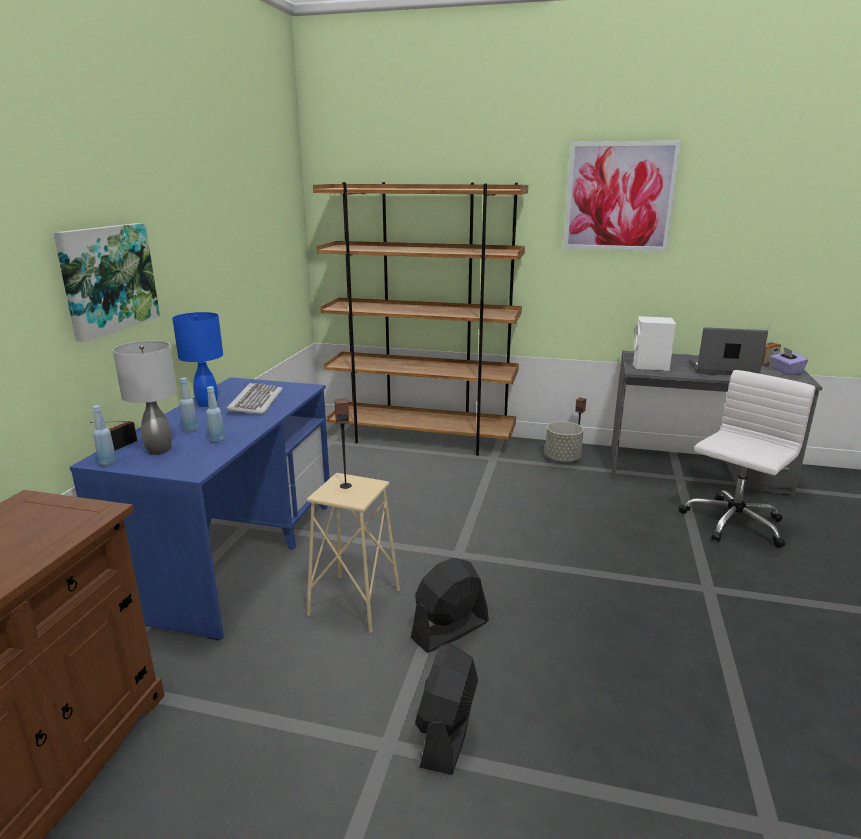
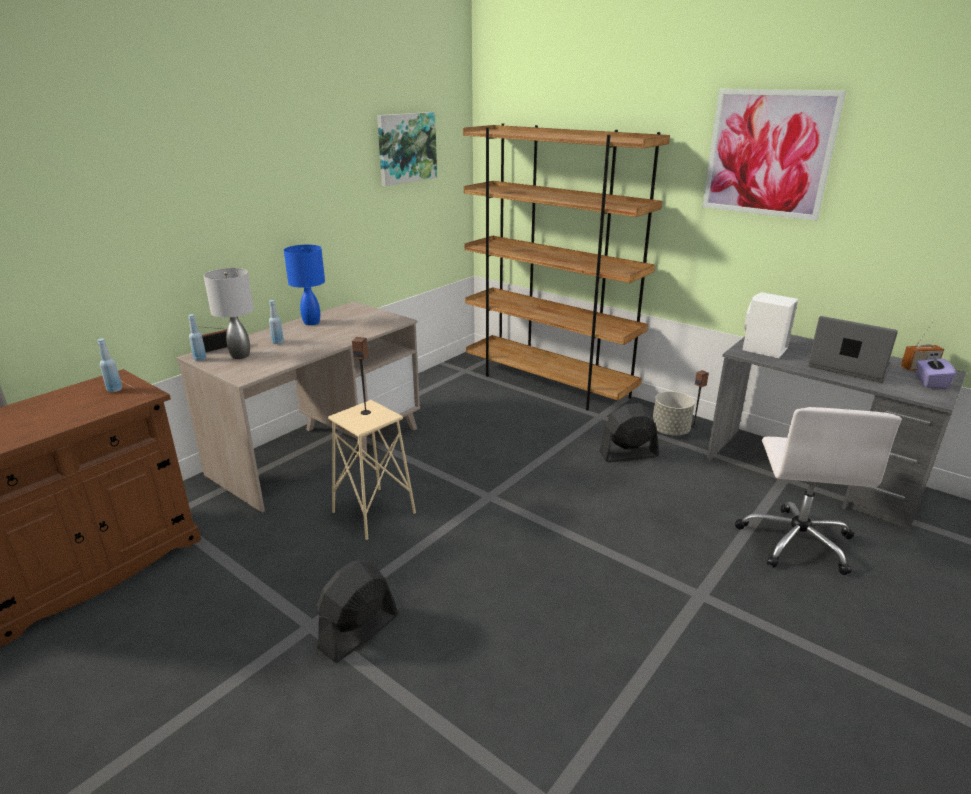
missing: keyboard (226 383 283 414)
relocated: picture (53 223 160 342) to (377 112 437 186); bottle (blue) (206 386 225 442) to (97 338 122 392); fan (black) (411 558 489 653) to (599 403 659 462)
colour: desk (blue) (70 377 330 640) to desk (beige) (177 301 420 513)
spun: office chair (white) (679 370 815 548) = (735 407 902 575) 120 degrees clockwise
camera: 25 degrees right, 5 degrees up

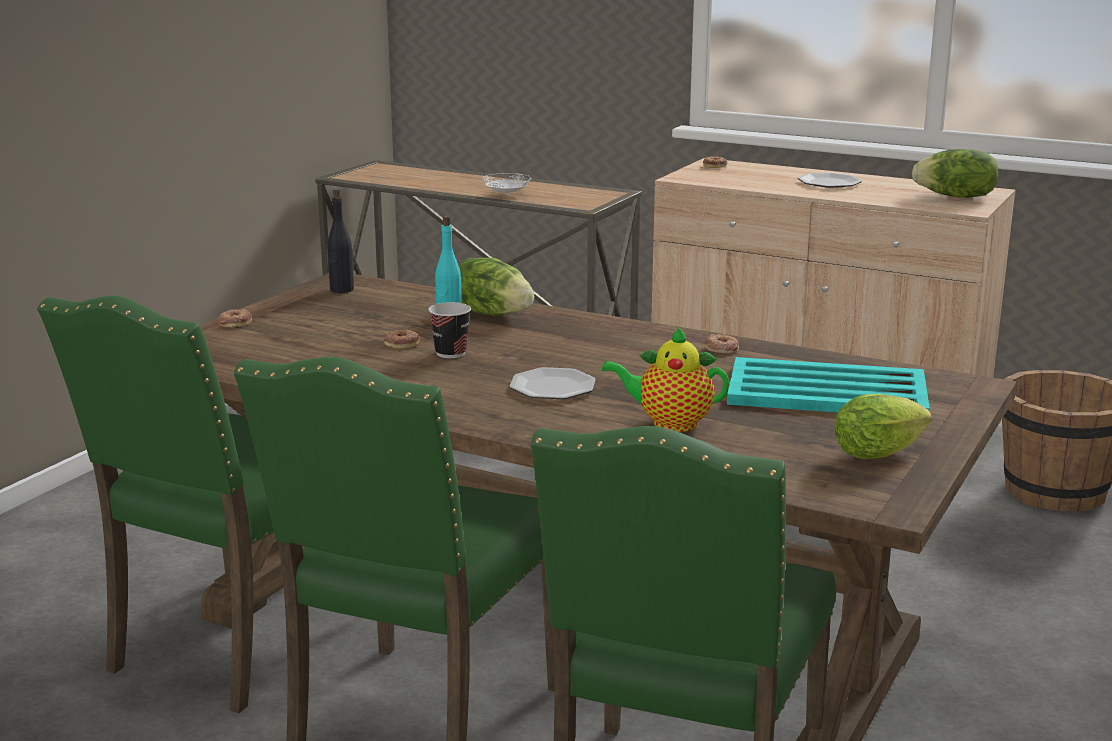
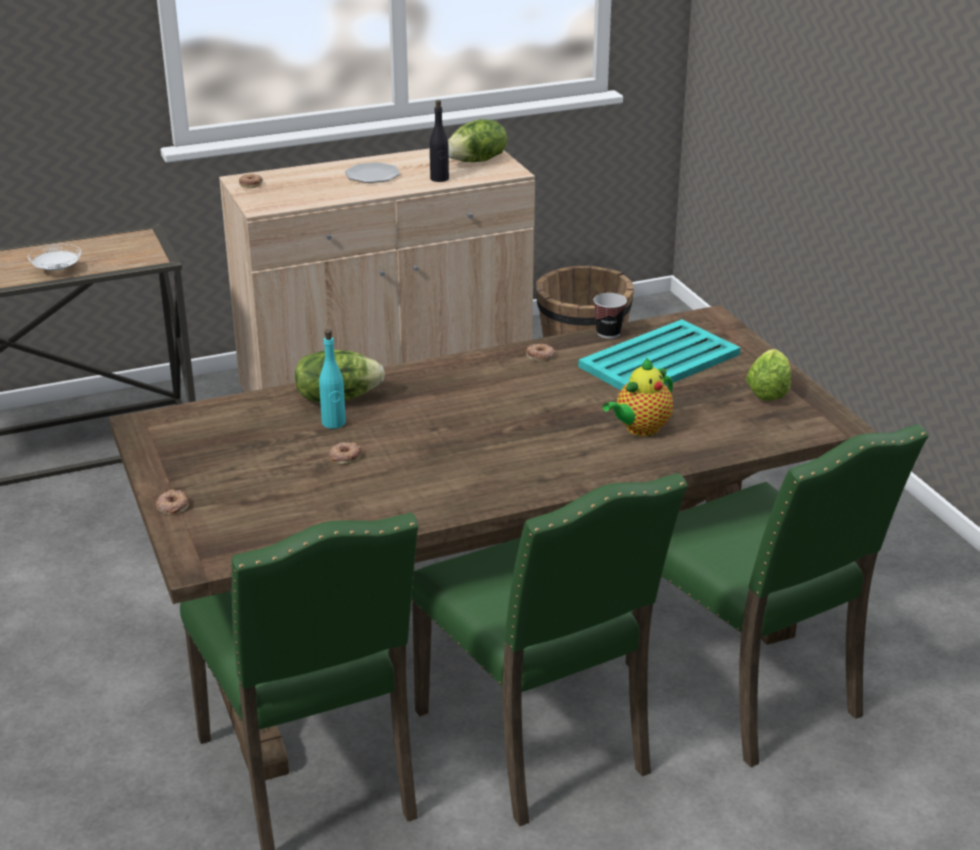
missing: plate (510 367 596 399)
relocated: bottle (black) (327 189 354 293) to (430 100 449 182); cup (428 302 471 358) to (593 293 627 339)
camera: 50 degrees left, 10 degrees up

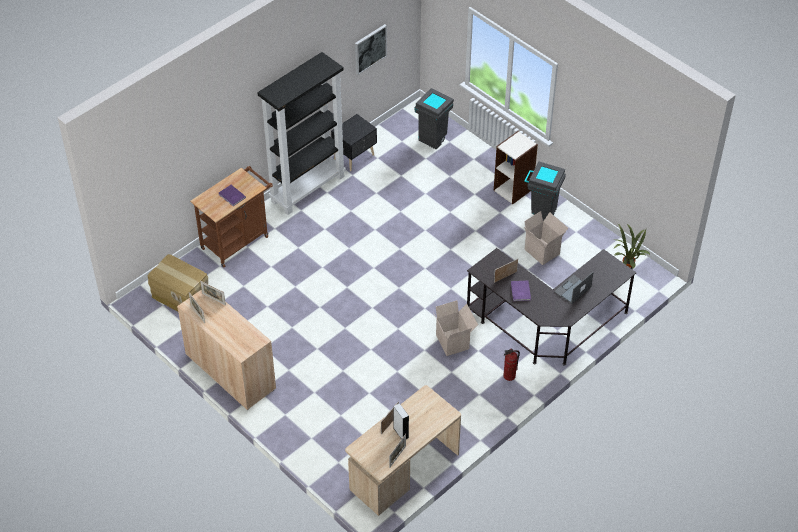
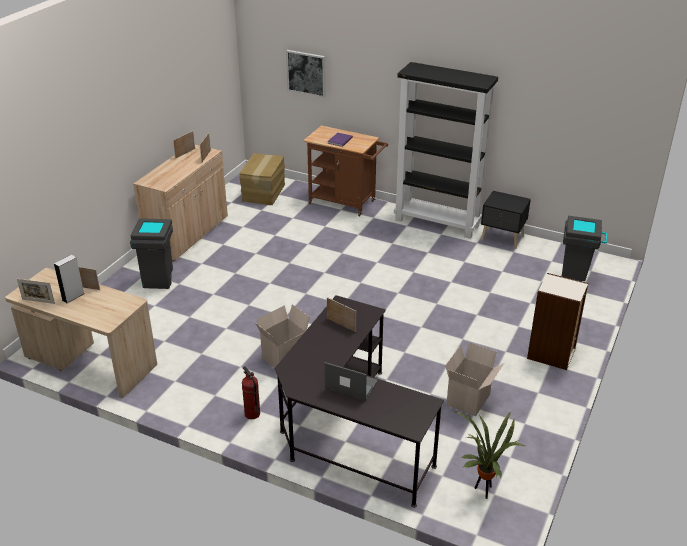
missing: book (purple) (511 281 531 301)
relocated: picture (355 24 387 75) to (286 50 326 98); trash can (grey) (524 161 566 221) to (130 218 173 289)
camera: 70 degrees right, 15 degrees down

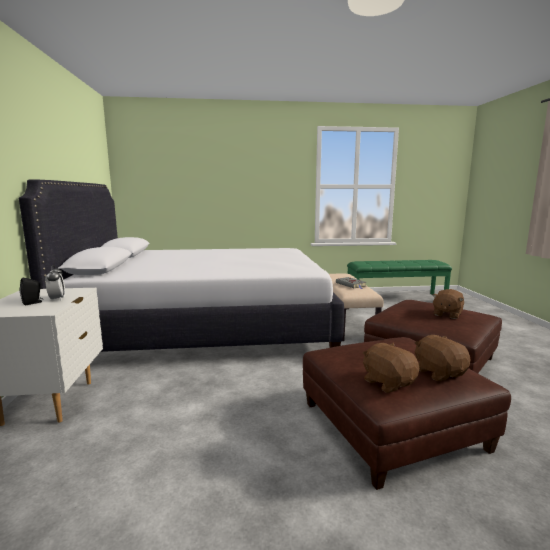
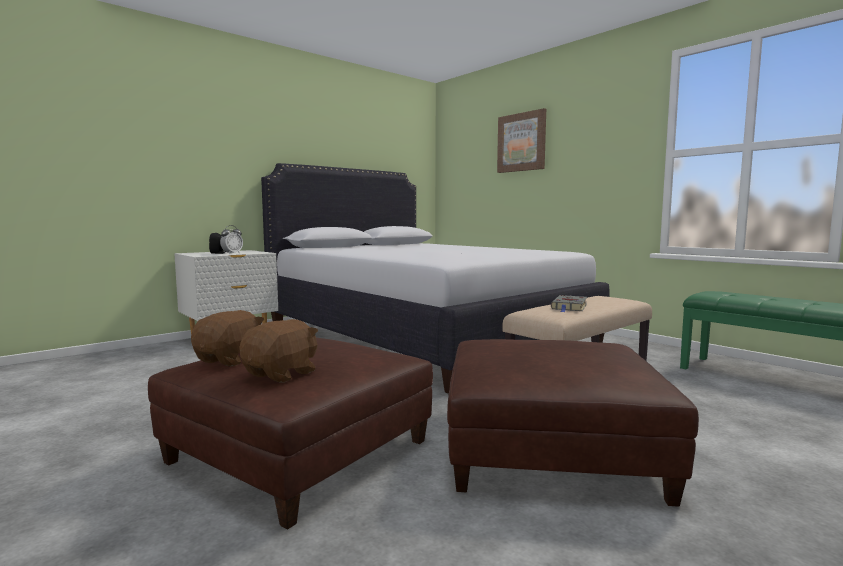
missing: plush toy (brown) (432 289 464 319)
appeared: picture (497 108 546 173)
camera: 55 degrees right, 5 degrees down

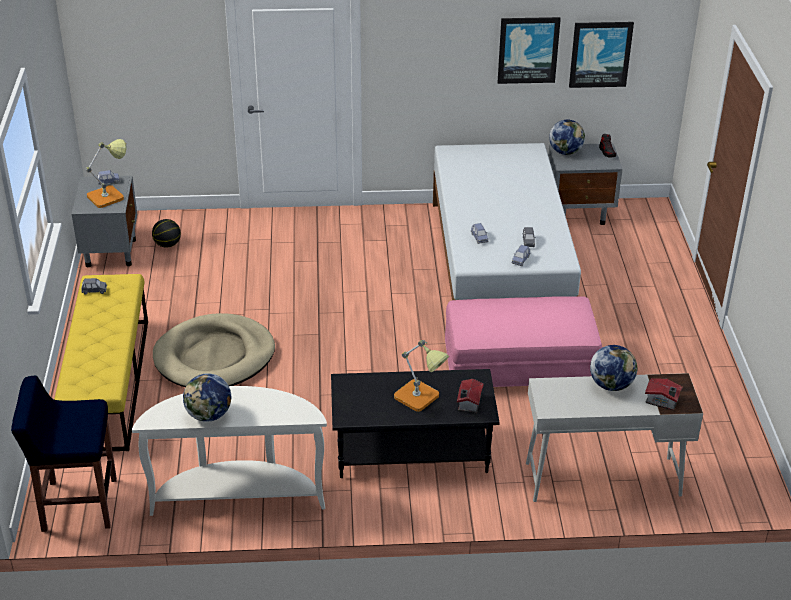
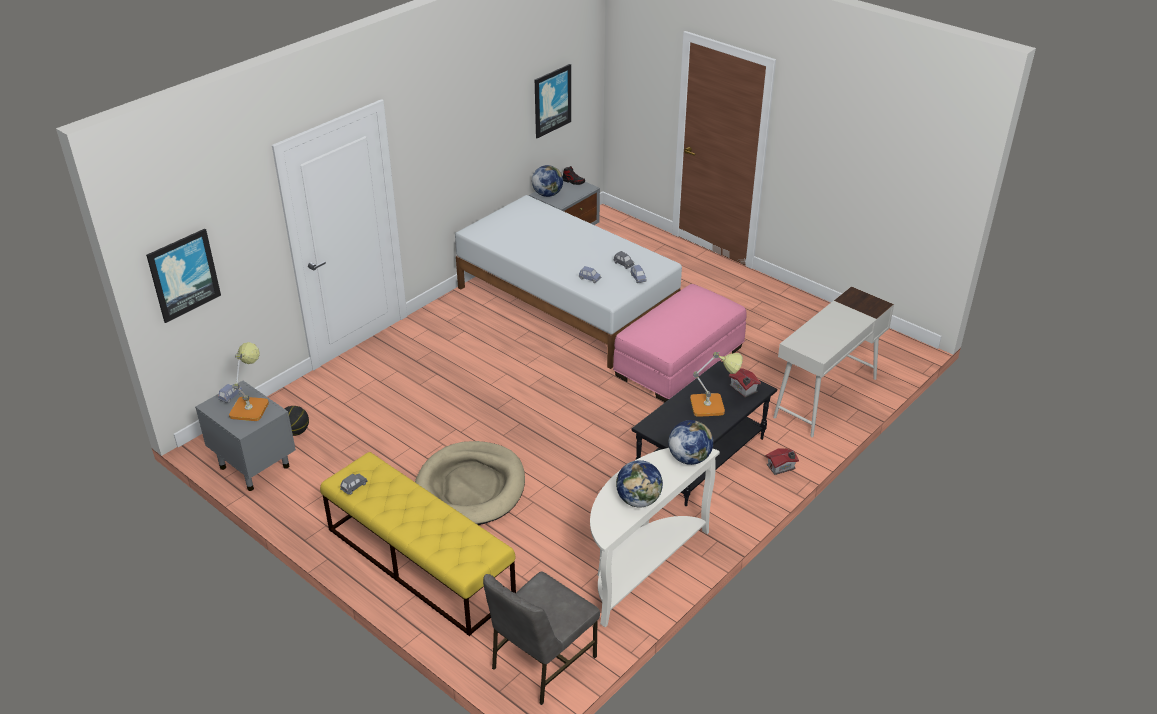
relocated: picture (497 17 561 84) to (146 229 221 323); globe (590 345 637 391) to (668 420 713 465); toy house (645 378 683 410) to (765 448 799 475)
exchanged: stool (blue) (11 376 117 532) to chair (grey) (483 571 600 705)
camera: 45 degrees left, 0 degrees up

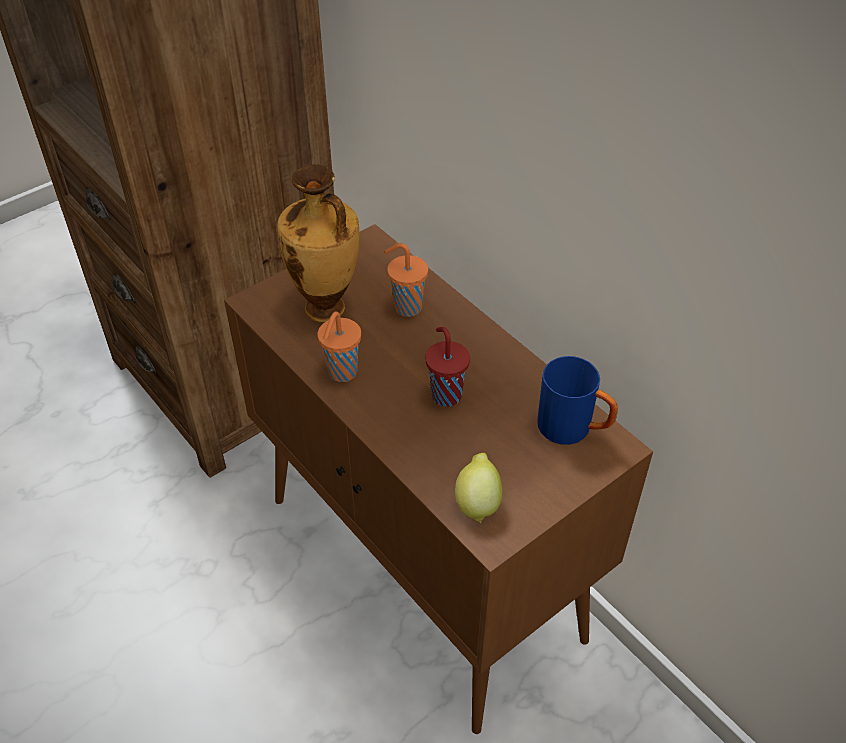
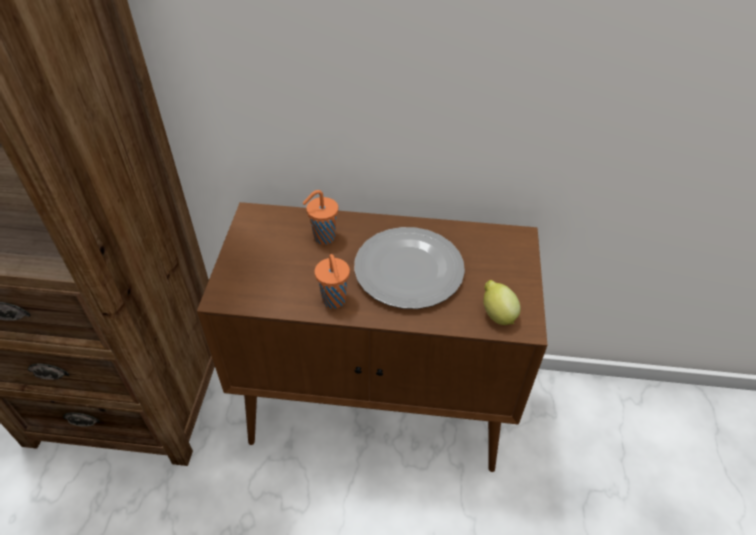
missing: vase (277 164 360 322); mug (blue) (537 356 618 445)
exchanged: cup (red) (425 327 470 407) to plate (354 227 465 309)
camera: 45 degrees left, 0 degrees up

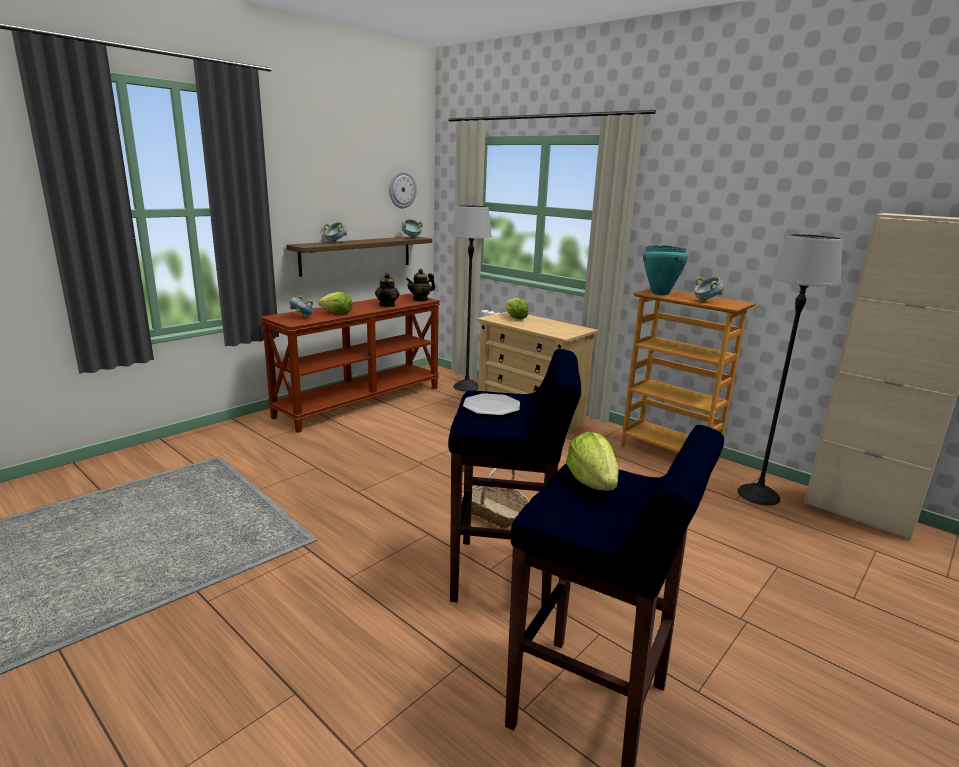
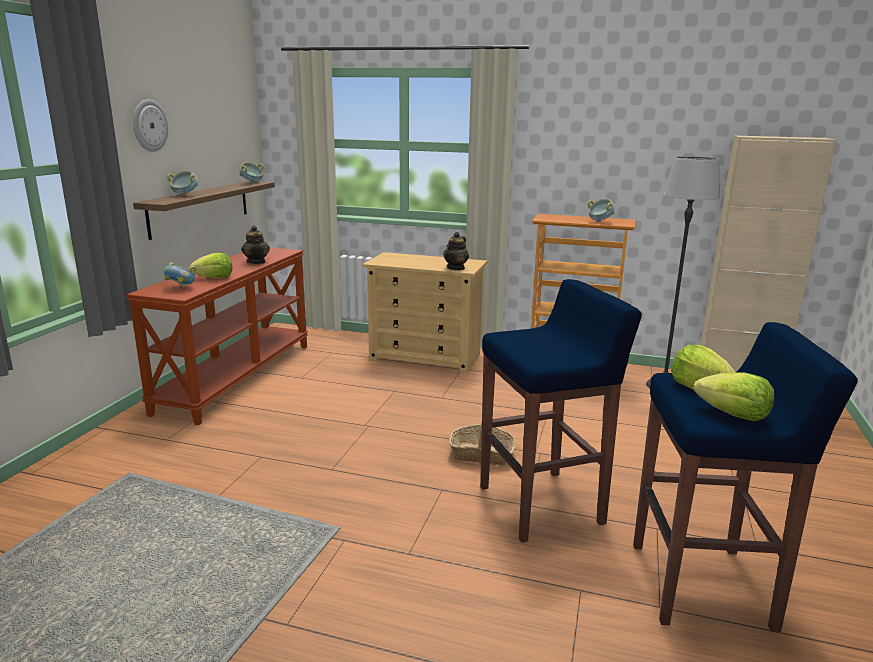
missing: floor lamp (451 205 492 392); plate (463 393 520 416); cooking pot (turquoise) (643 245 688 295)
relocated: wall clock (389 171 417 208) to (133 99 168 152); teapot (406 269 435 301) to (443 232 469 270); lettuce (505 298 529 320) to (693 372 774 421)
camera: 25 degrees left, 0 degrees up

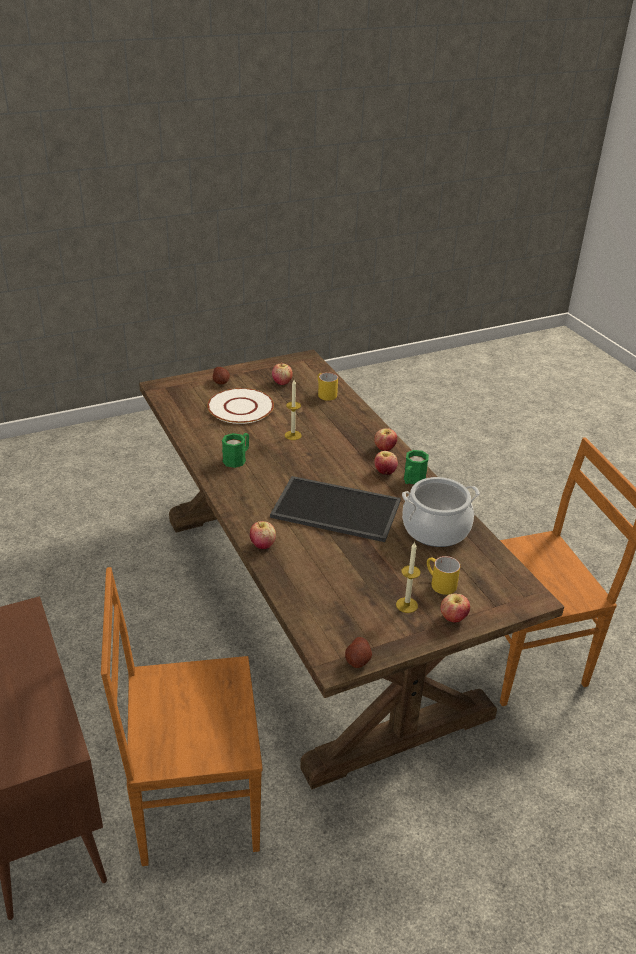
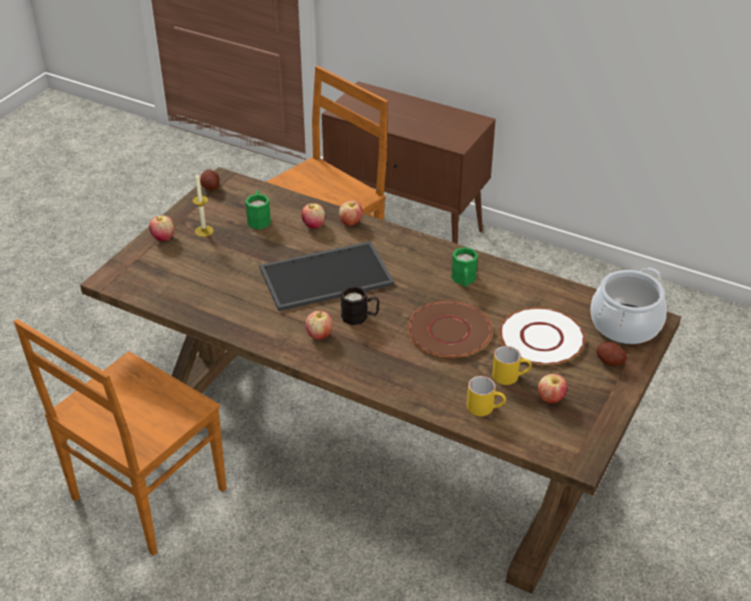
appeared: mug (black) (341 286 379 325)
relocated: apple (374 428 397 451) to (301 203 325 229); cooking pot (402 477 480 547) to (590 267 667 344); mug (green) (404 450 429 484) to (245 191 271 230); mug (yellow) (427 556 460 595) to (492 346 532 385)
exchanged: candle (285 380 302 440) to plate (brown) (408 301 492 358)
camera: 145 degrees right, 5 degrees up

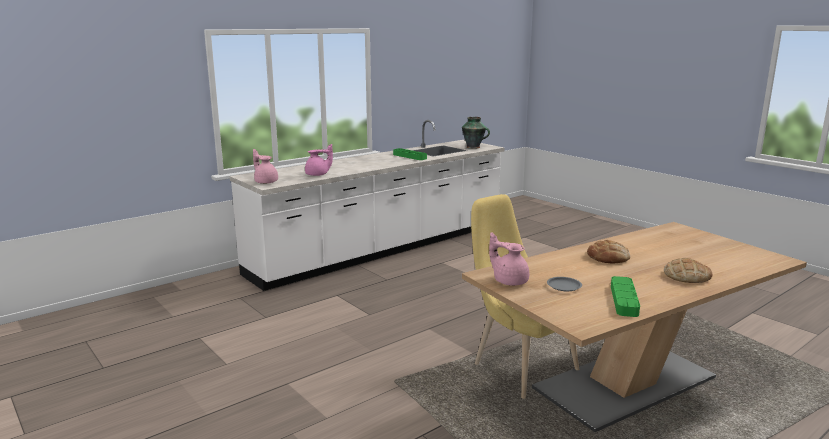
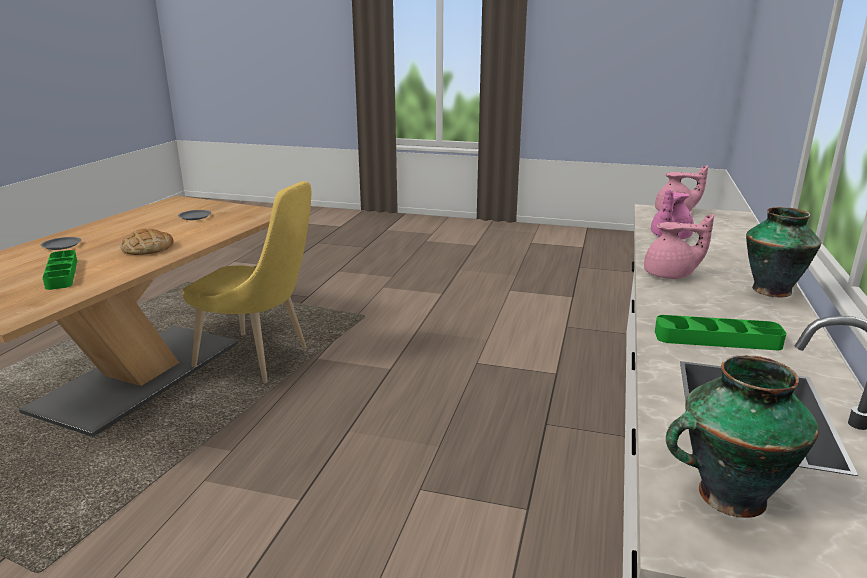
appeared: vase (746 207 821 297)
relocated: teapot (pink) (489 232 529 286) to (644 214 714 279); tray (green) (611 276 640 317) to (42 250 77 290)
exchanged: bread (664 258 713 283) to plate (grey) (41 237 81 250)
camera: 145 degrees right, 5 degrees up

